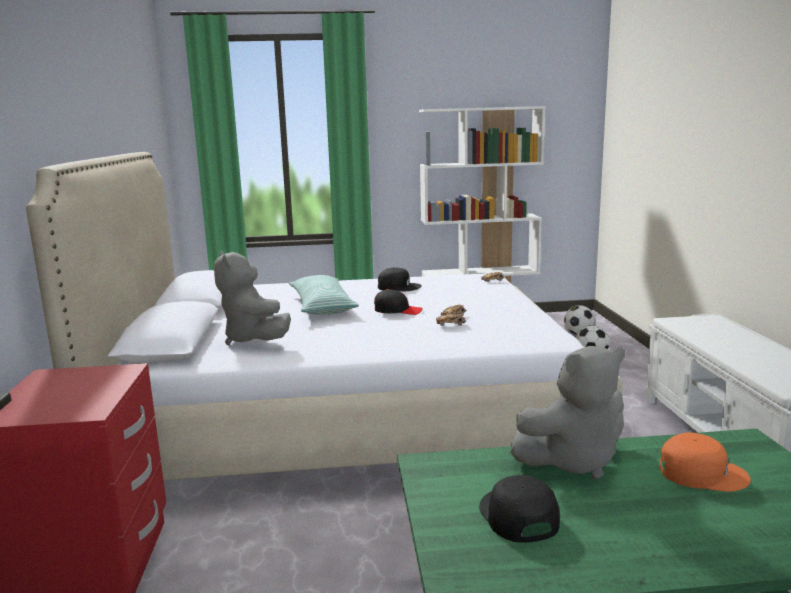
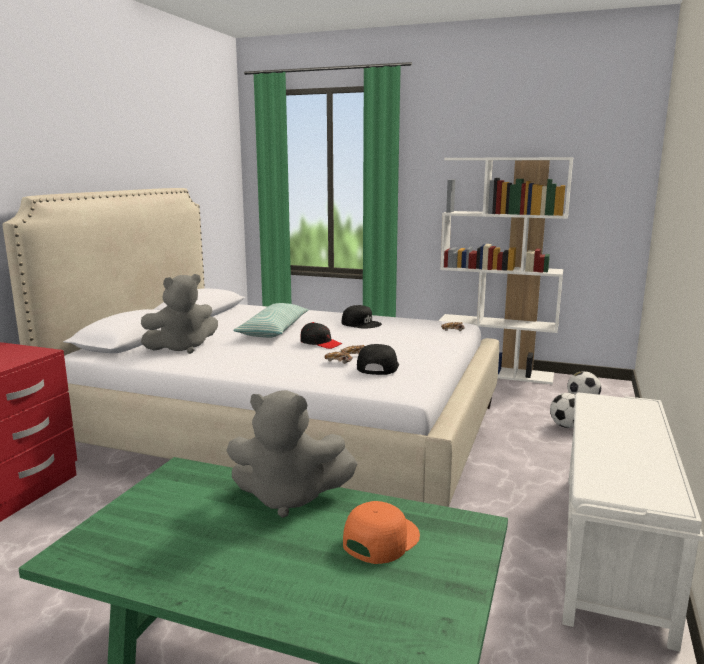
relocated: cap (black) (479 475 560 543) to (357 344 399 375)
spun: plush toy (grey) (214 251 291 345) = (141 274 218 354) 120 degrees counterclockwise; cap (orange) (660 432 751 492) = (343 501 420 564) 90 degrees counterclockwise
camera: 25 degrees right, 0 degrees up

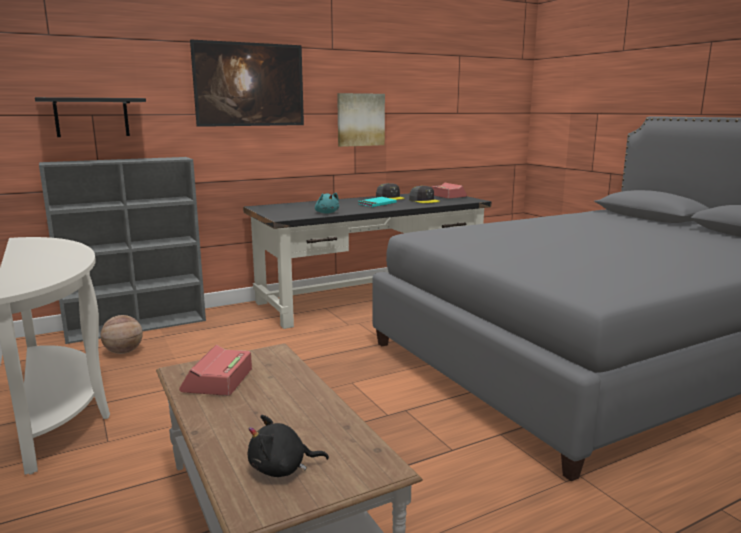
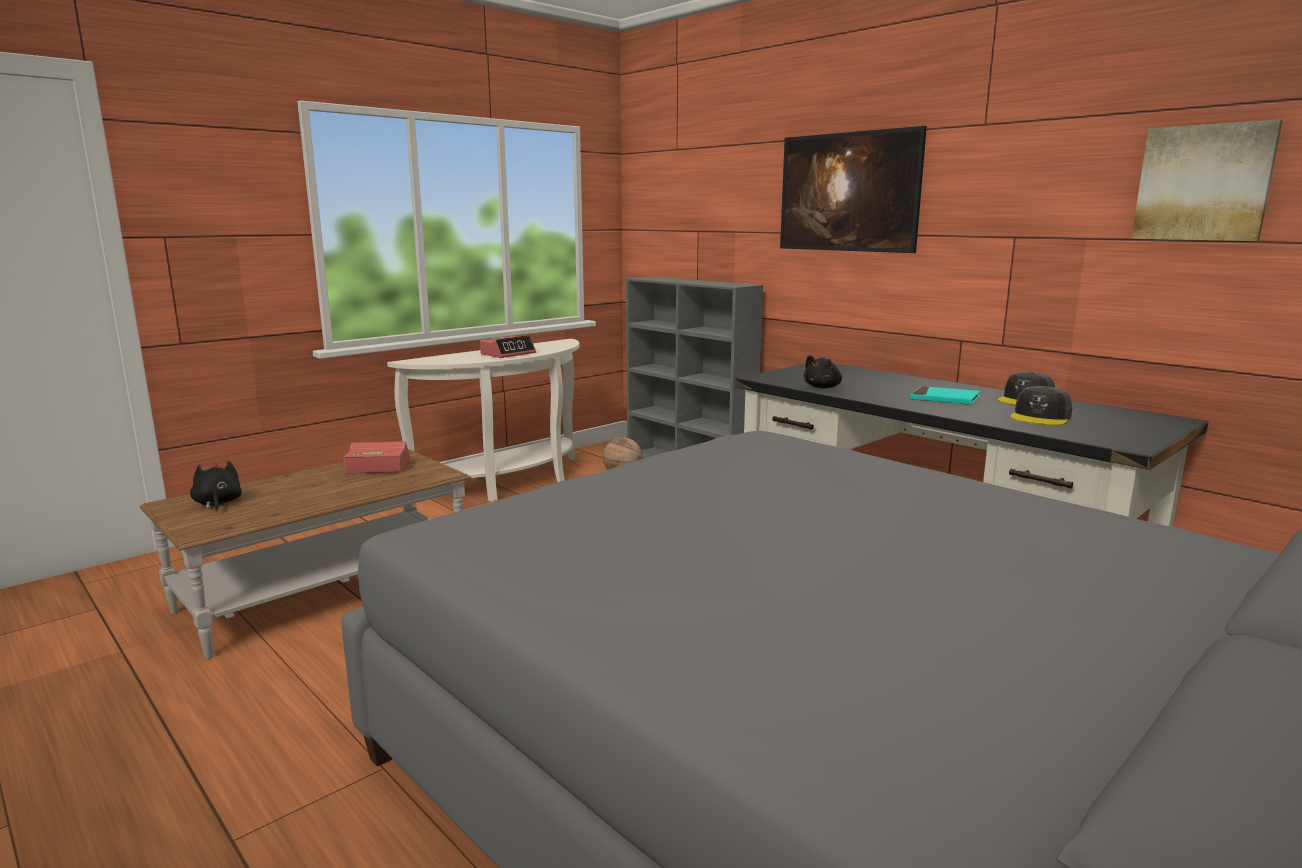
missing: shelf (black) (35 97 146 137)
relocated: picture (337 93 385 147) to (1131 120 1283 241); alarm clock (431 183 467 199) to (480 335 536 358)
colour: plush toy (turquoise) (315 193 339 214) to plush toy (black) (804 355 842 388)
camera: 75 degrees right, 0 degrees up

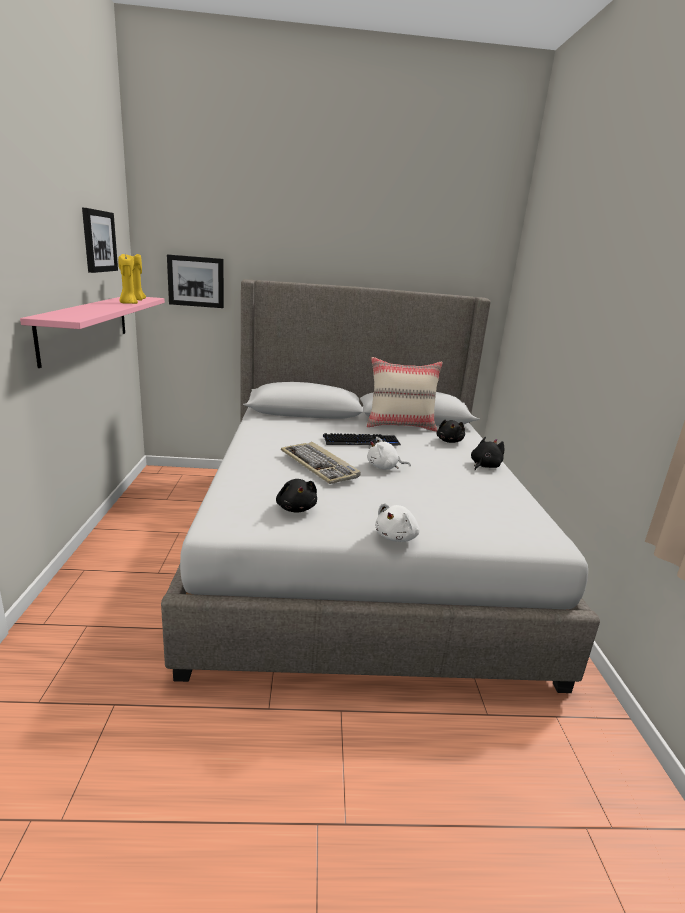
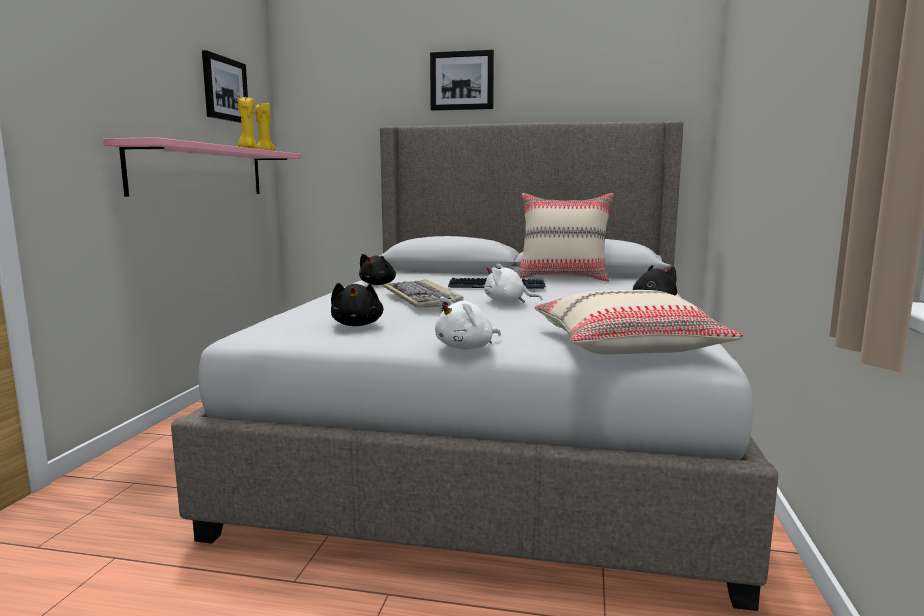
appeared: pillow (beige) (535 290 744 354)
relocated: picture (167 254 224 308) to (430 50 494 111); plush toy (black) (437 420 465 443) to (359 254 396 285)
camera: 15 degrees right, 10 degrees down

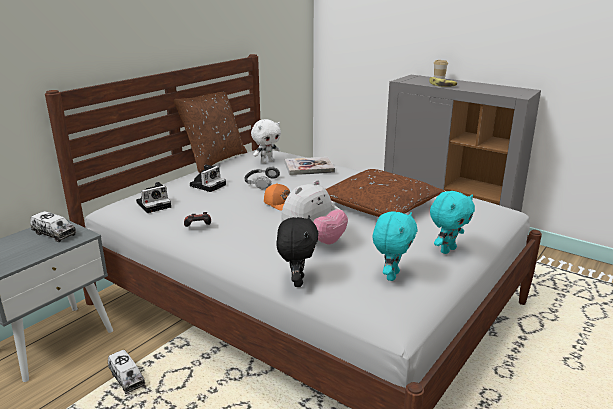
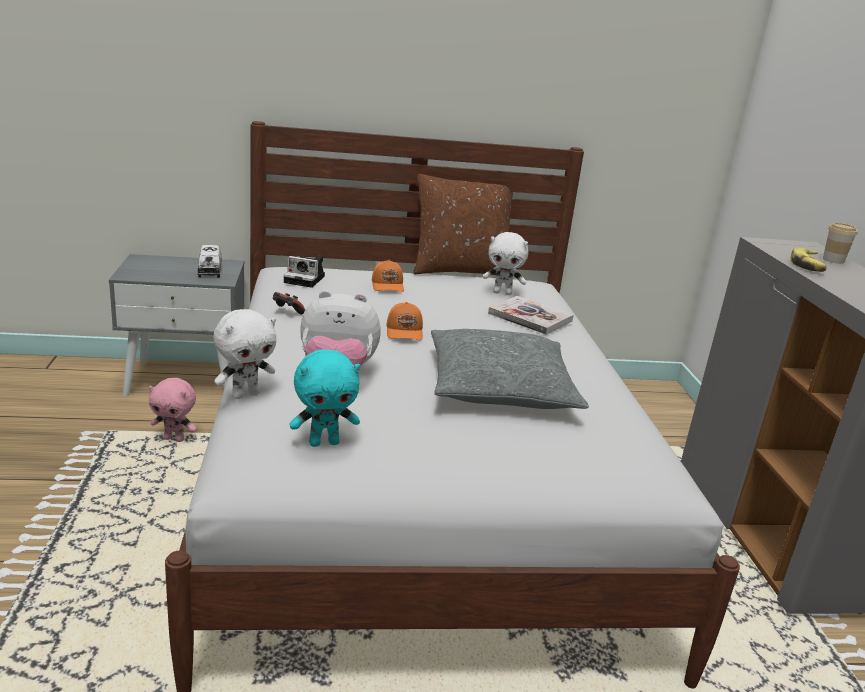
missing: headphones (245 166 280 189); plush toy (turquoise) (430 191 475 254)
exchanged: toy truck (108 350 145 394) to plush toy (pink) (149 378 197 442); photo camera (190 165 226 192) to cap (orange) (372 260 404 292)
colour: plush toy (black) (276 215 318 287) to plush toy (white) (214 309 276 399); pillow (brown) (326 169 445 217) to pillow (grey) (431 329 589 409)
camera: 45 degrees right, 0 degrees up

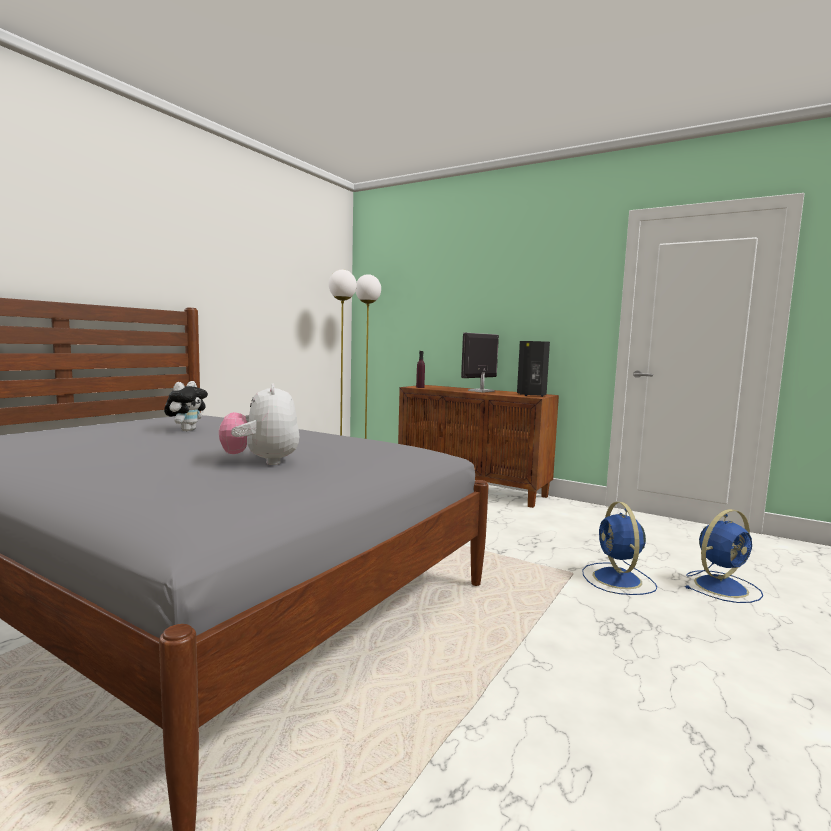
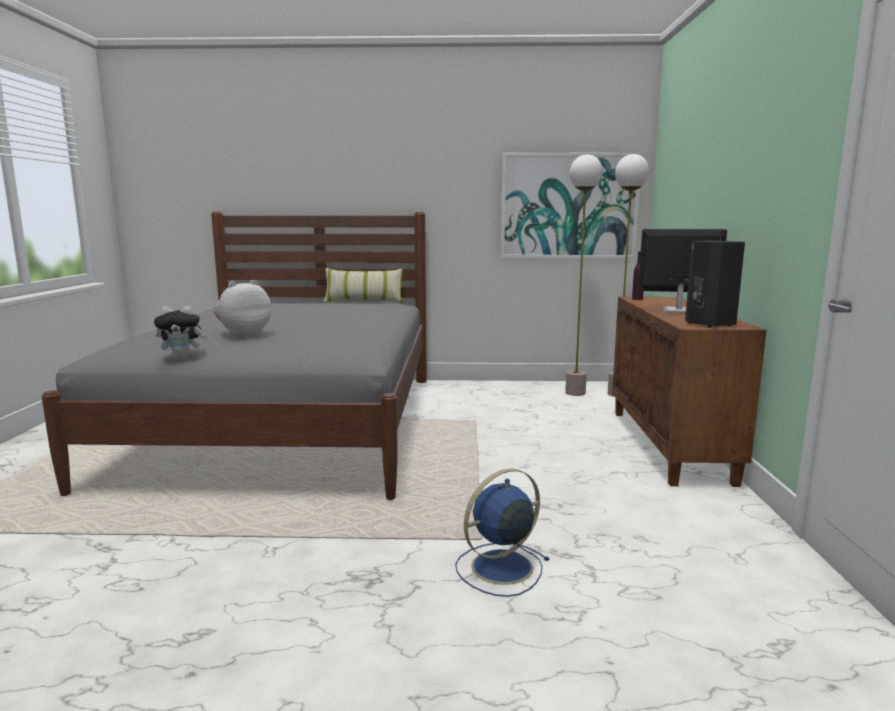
missing: fan (blue) (685 509 763 603)
appeared: pillow (323 268 403 303); picture (501 152 642 258)
relocated: plush toy (164 381 208 431) to (154 306 208 359)
camera: 60 degrees right, 5 degrees up

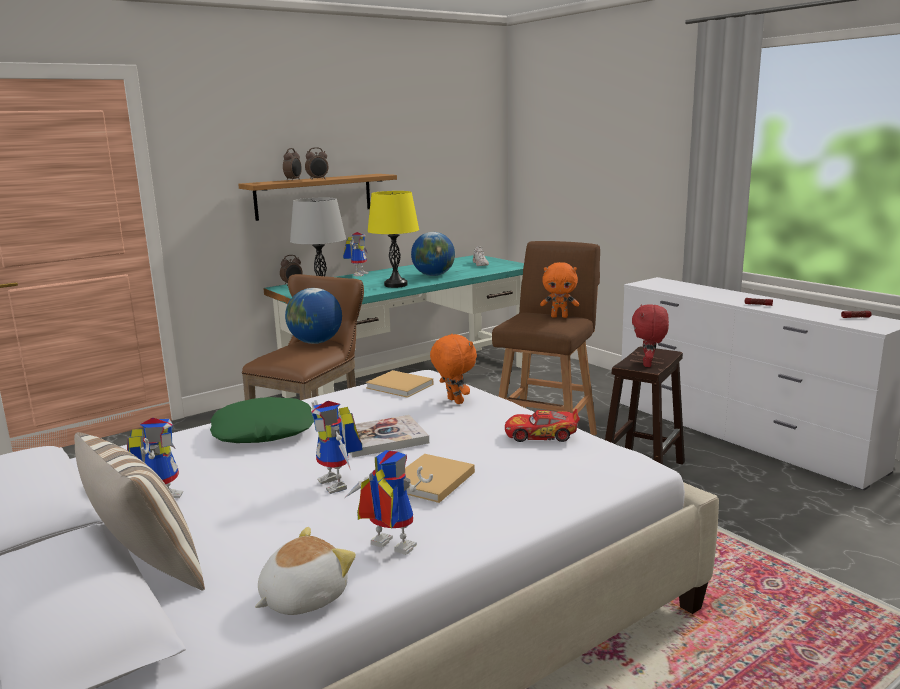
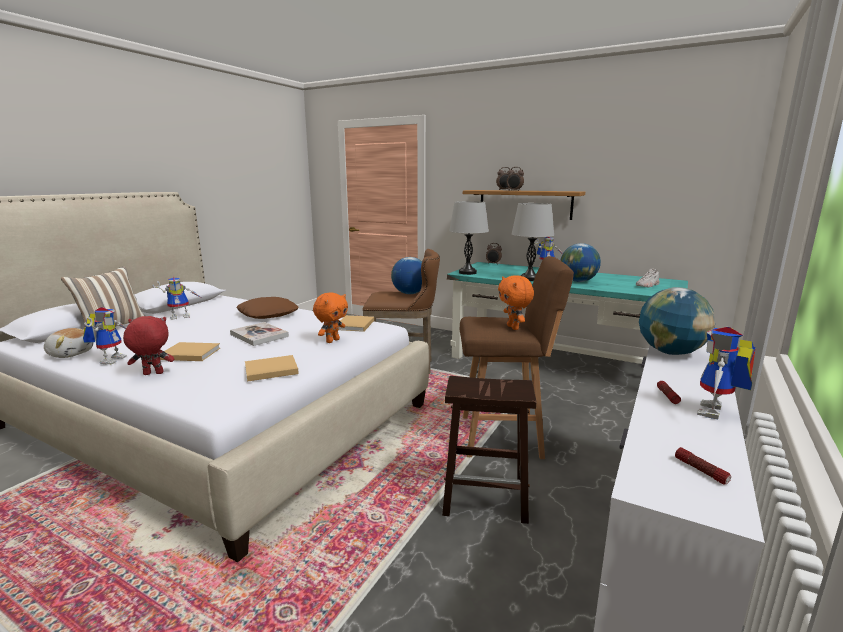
appeared: globe (639 287 715 355)
relocated: toy robot (311 400 363 494) to (697 327 756 419); plush toy (red) (632 304 669 367) to (123 316 174 375)
exchanged: toy car (505 409 580 442) to book (beige) (245 355 299 382)
colour: pillow (green) (210 397 314 443) to pillow (brown) (236 297 299 319); table lamp (yellow) (367 191 419 288) to table lamp (grey) (512 203 554 281)
camera: 65 degrees right, 0 degrees up

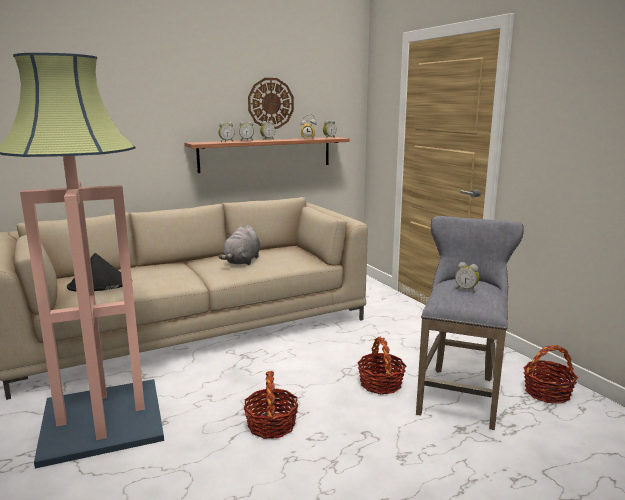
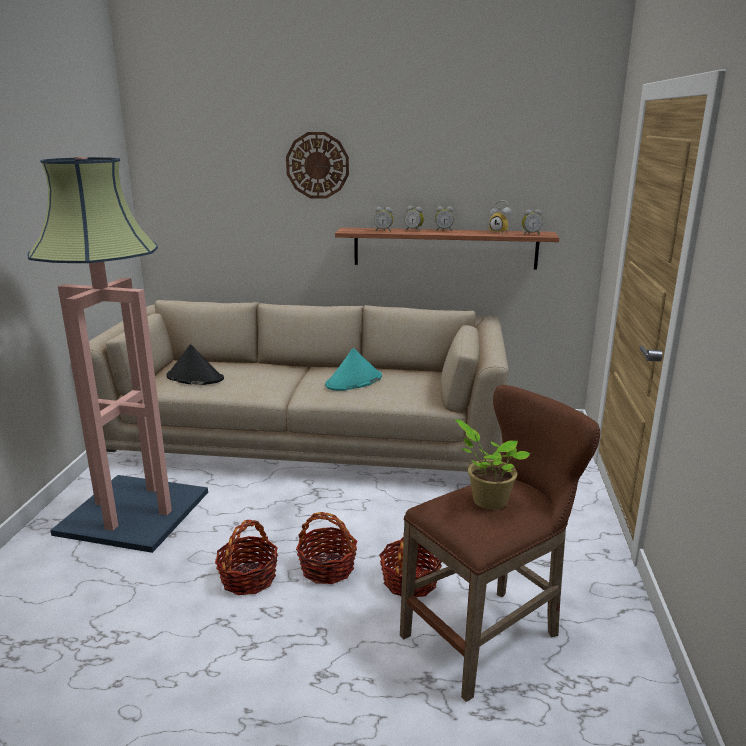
relocated: wall clock (248 78 294 129) to (286 132 349 199); basket (523 345 578 404) to (296 512 357 584)
exchanged: plush toy (grey) (218 225 260 265) to hat (turquoise) (325 348 382 391); alarm clock (455 262 479 293) to potted plant (455 419 531 510)
colour: stool (grey) (416 216 524 430) to stool (brown) (400 385 600 702)
camera: 35 degrees right, 5 degrees up

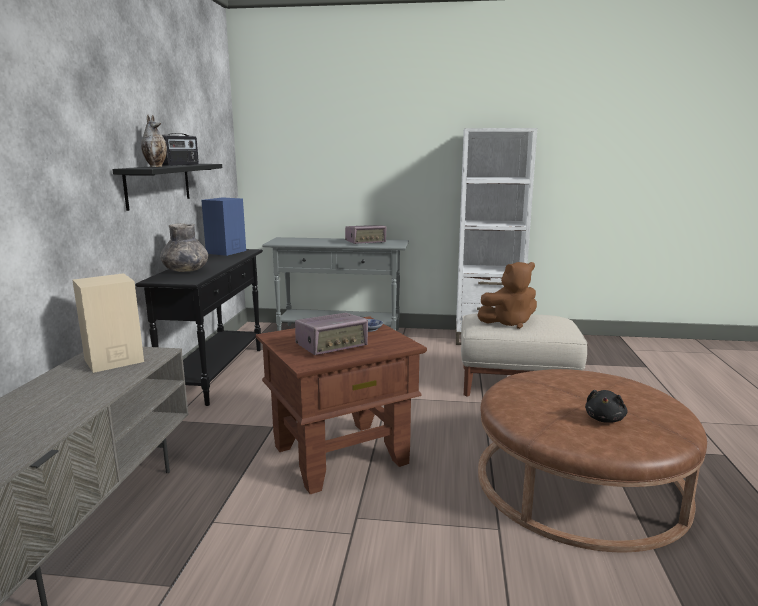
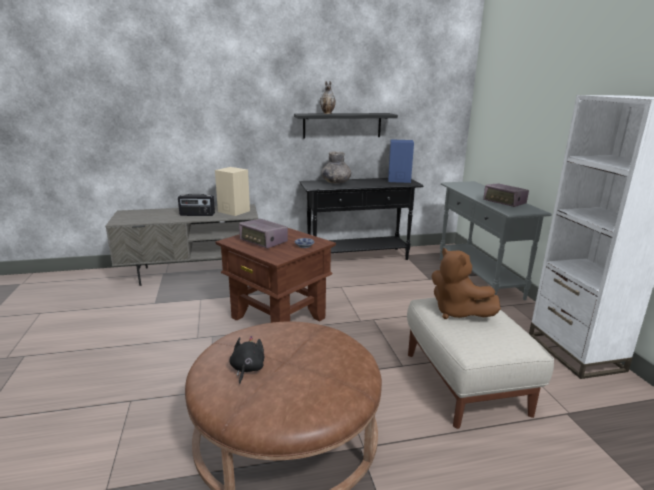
relocated: radio (162 133 199 166) to (178 194 215 216)
spun: plush toy (black) (585 390 628 423) = (229 336 264 384) 90 degrees clockwise
camera: 70 degrees right, 5 degrees up

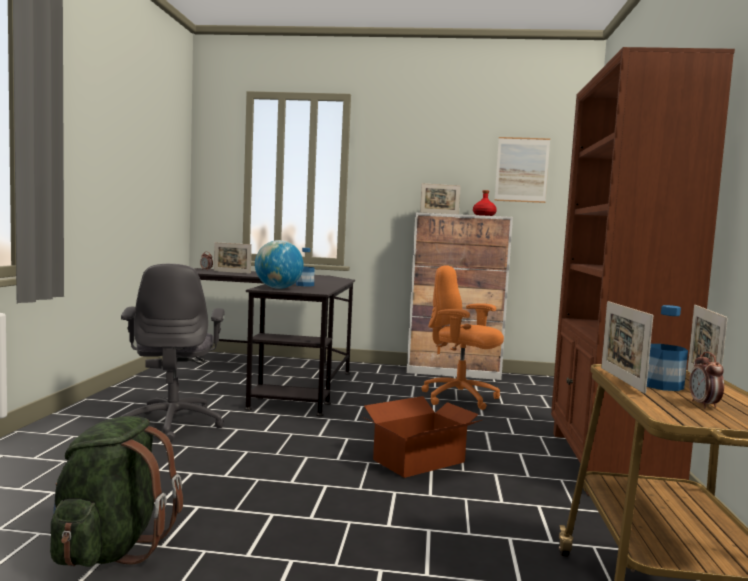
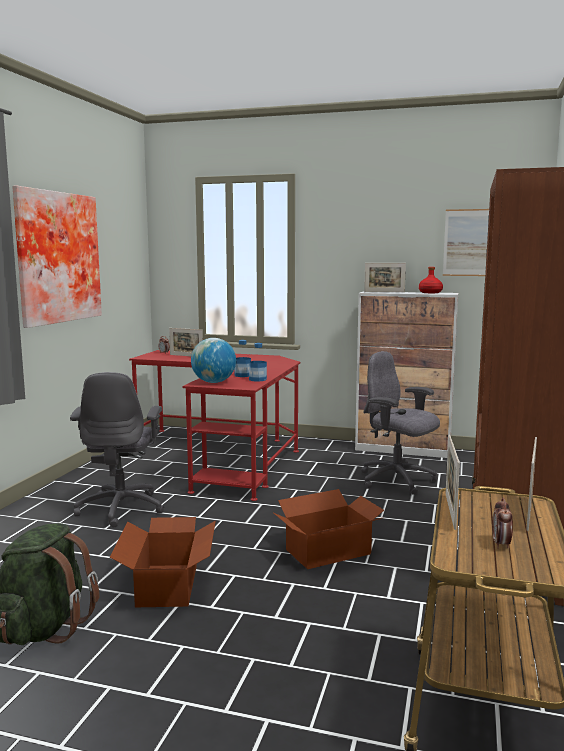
appeared: picture (12 186 102 328); cardboard box (110 517 216 607)
relocated: bottle (647 305 688 391) to (249 343 267 382)
colour: desk (black) (194 268 355 416) to desk (red) (129 350 300 501); office chair (orange) (421 265 504 410) to office chair (grey) (361 351 440 495)
camera: 10 degrees right, 5 degrees up

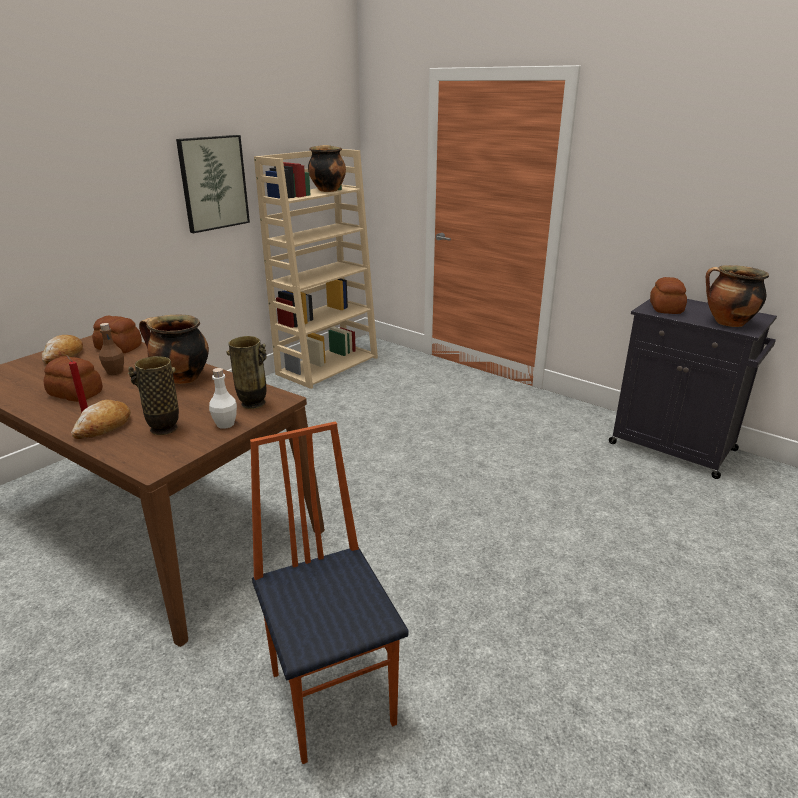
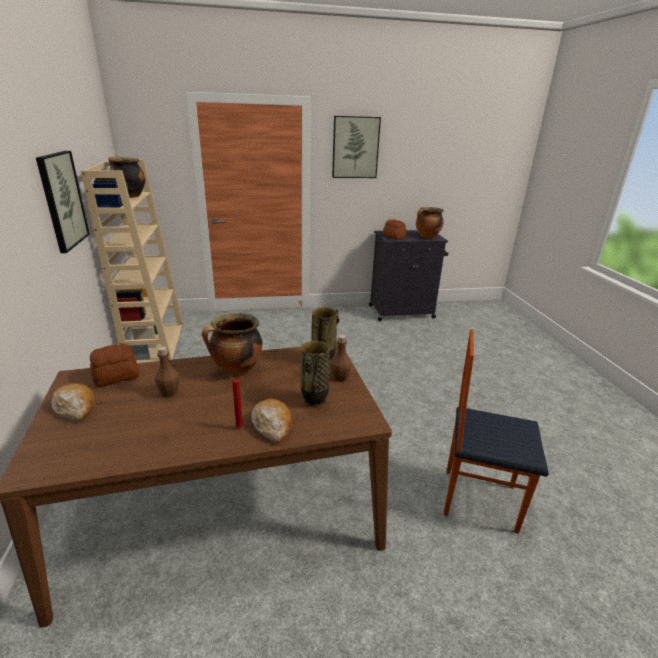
missing: bread (43 356 103 402)
appeared: picture (332 116 381 178)
colour: bottle (white) (209 368 237 429) to bottle (brown) (330 335 352 382)
camera: 50 degrees left, 0 degrees up

